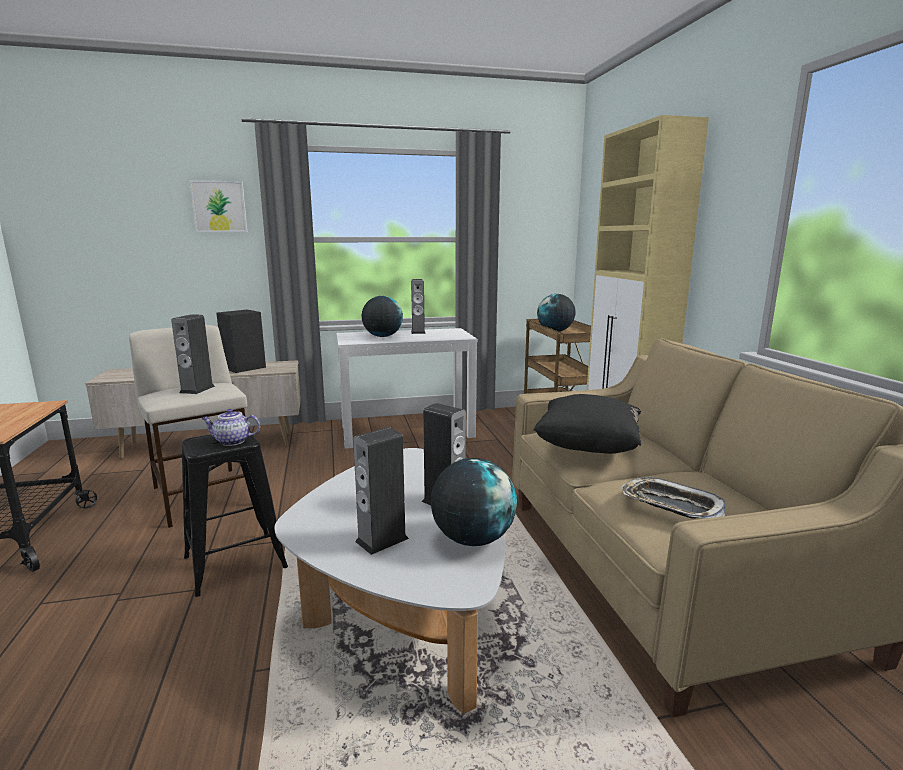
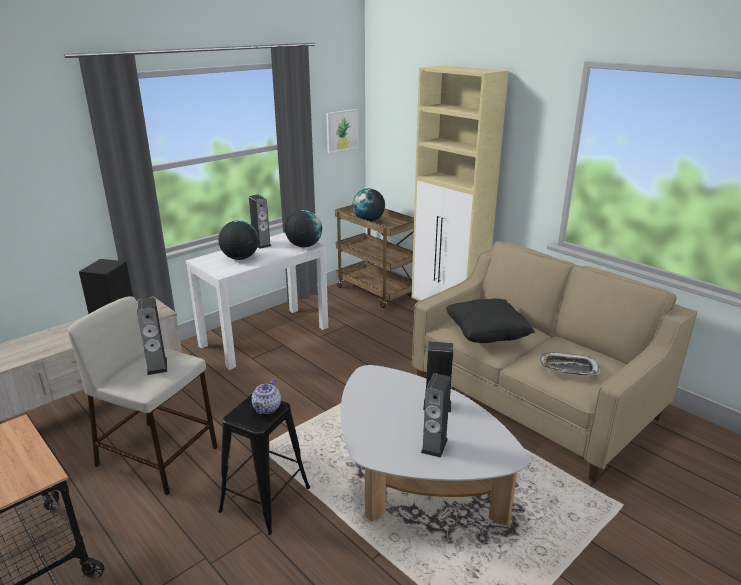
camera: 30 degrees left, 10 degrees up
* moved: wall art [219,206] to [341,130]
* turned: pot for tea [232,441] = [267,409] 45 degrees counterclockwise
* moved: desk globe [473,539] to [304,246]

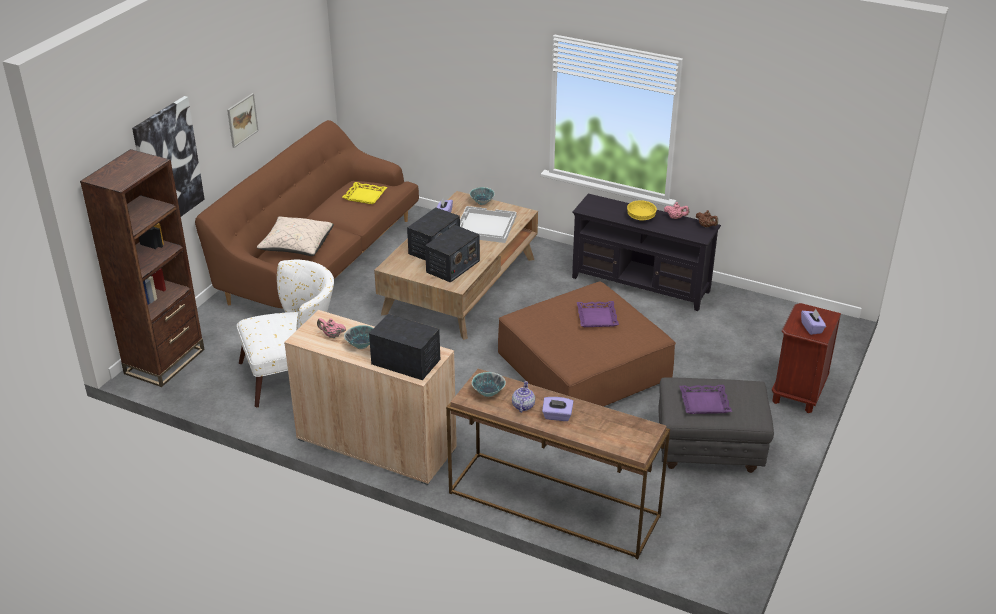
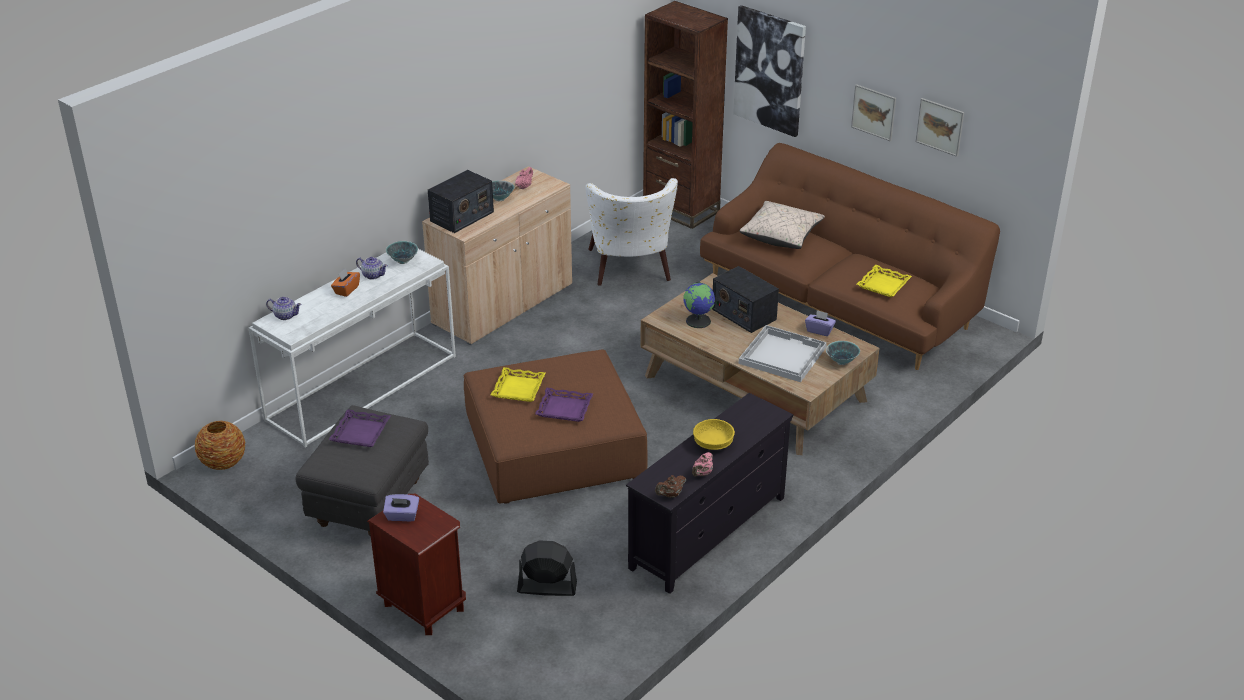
camera: 105 degrees right, 0 degrees up
* replaced: radio set [452,266] to desk globe [698,321]
* recoloured: brown hall table [552,505] to white-coloured hall table [362,387]
* recoloured: purplish tissue box [557,416] to orange tissue box [346,290]
* added: wall art [940,126]
* added: pot for tea [285,315]
* added: yellow tray [518,388]
* added: flower vase [223,462]
* added: black fan [546,587]

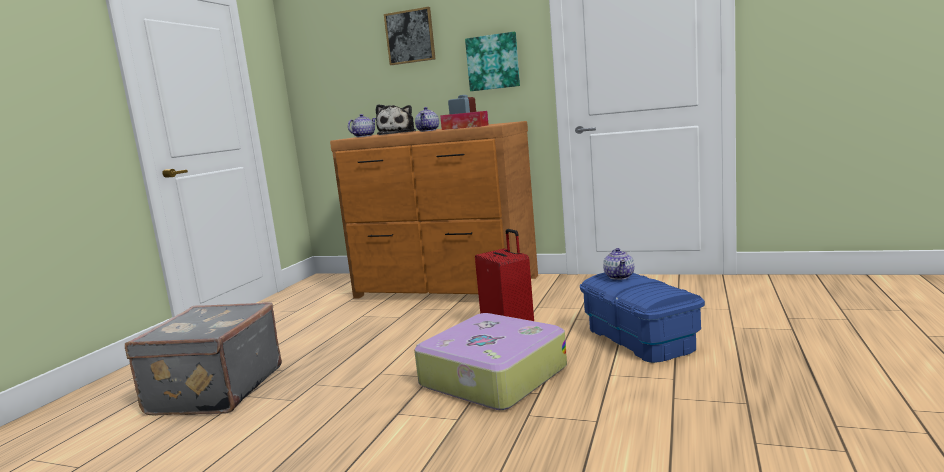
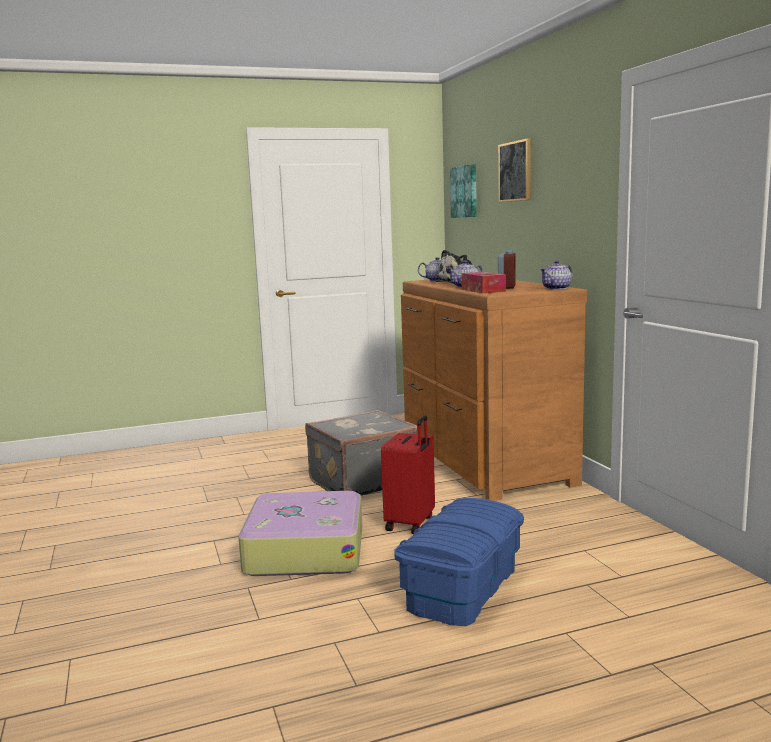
camera: 50 degrees right, 0 degrees up
* moved: wall art [493,62] to [465,191]
* moved: pot for tea [619,276] to [557,288]
* moved: greyish piece of luggage [214,390] to [361,481]

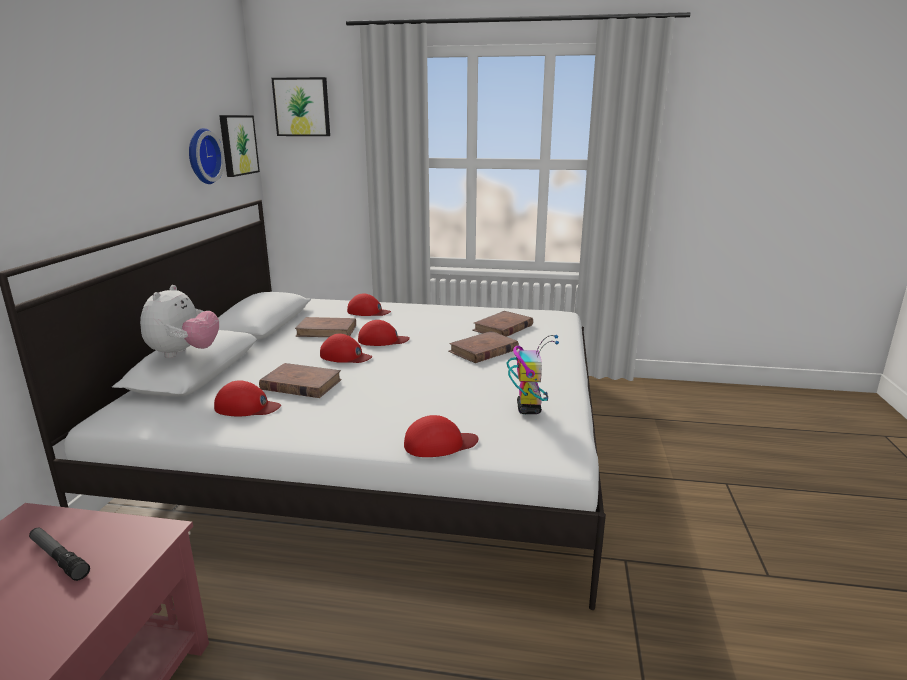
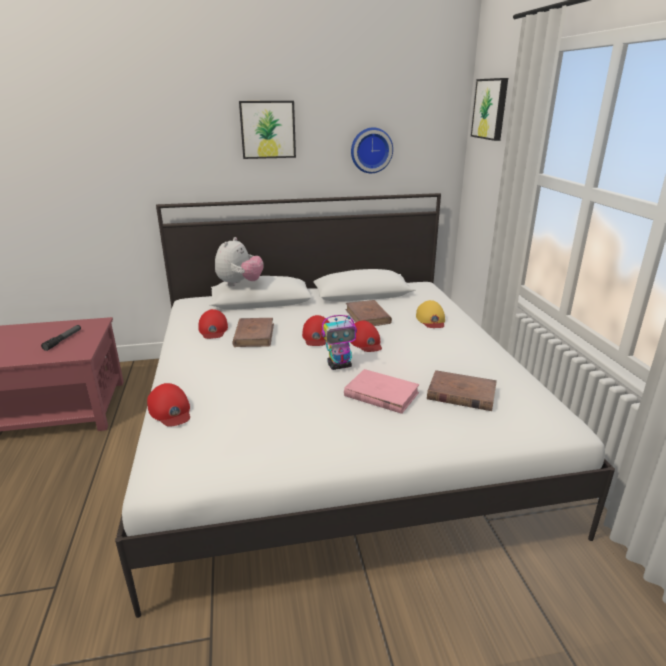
camera: 70 degrees right, 5 degrees up
* moved: wall art [237,145] to [267,129]
* turned: soft toy [184,354] = [240,284] 60 degrees counterclockwise
* recoloured: red cap [368,312] to yellow cap [431,319]
* recoloured: brown book [483,351] to pink-coloured book [381,394]
* moved: robot figure [528,408] to [339,365]

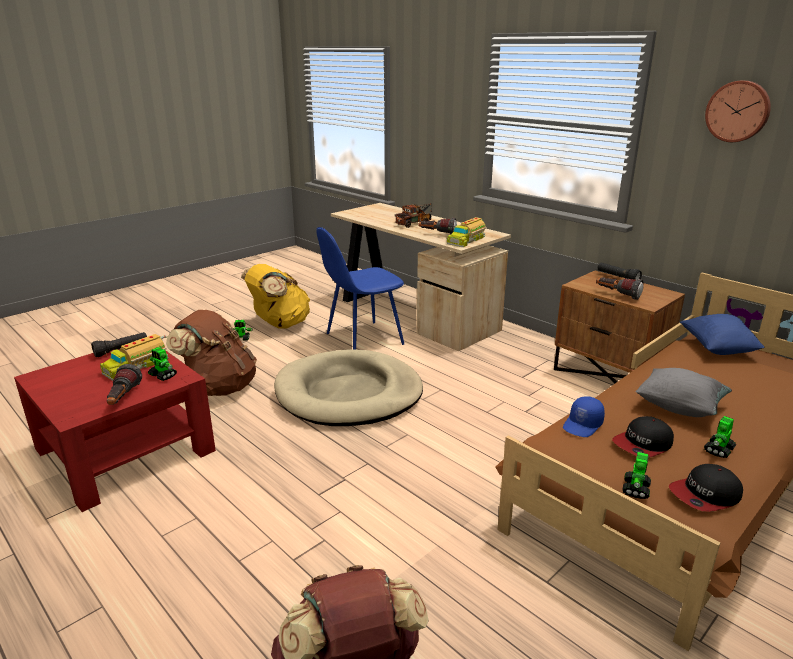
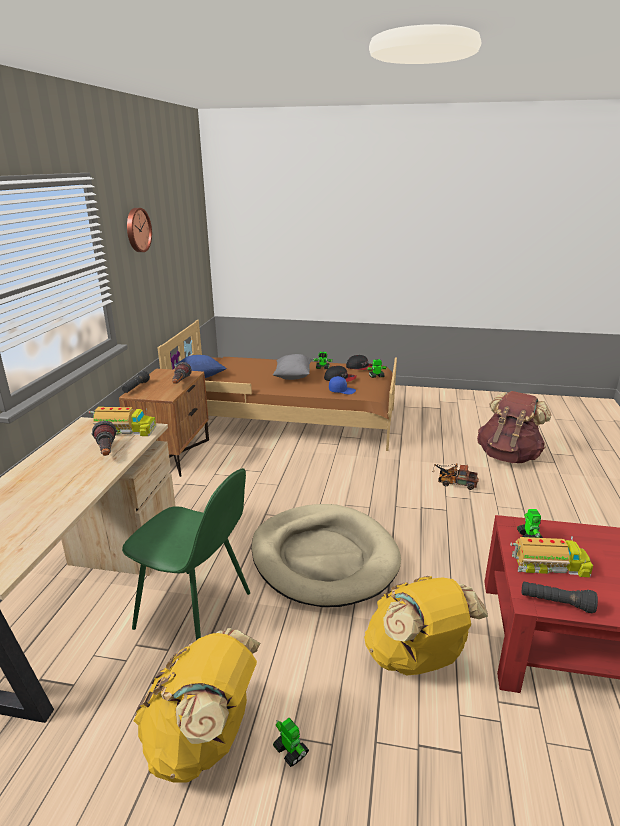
camera: 125 degrees left, 0 degrees up
* moved: toy truck [415,223] to [454,483]
* recoloured: blue chair [362,339] to green-coloured chair [196,611]
* recoloured: brown knapsack [219,387] to yellow knapsack [417,659]
* removed: torch [123,399]

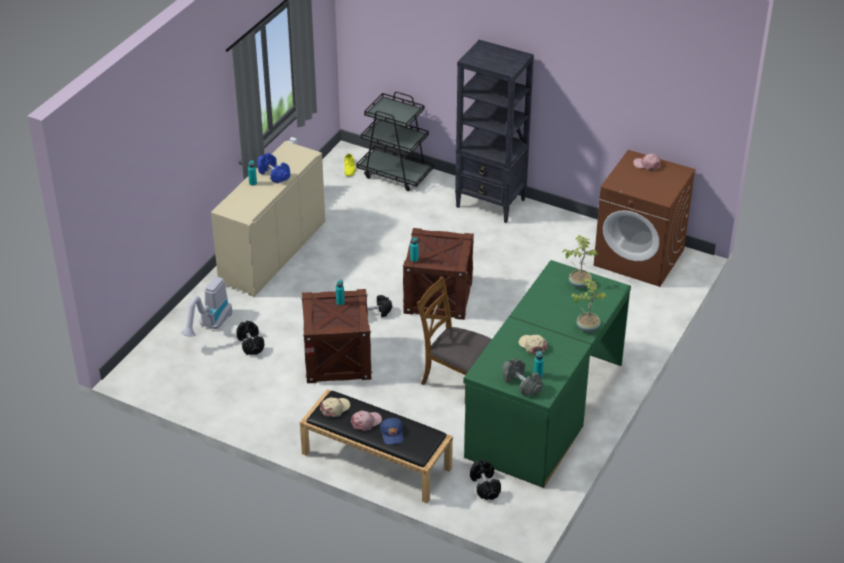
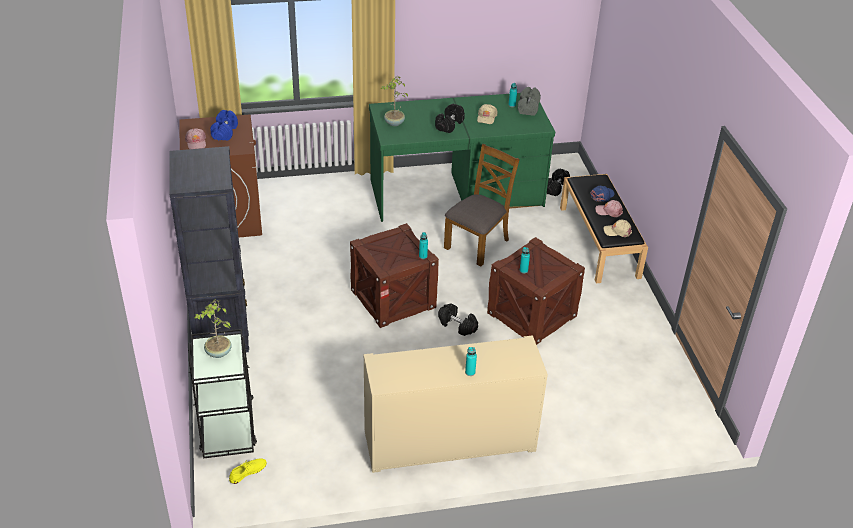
camera: 130 degrees left, 0 degrees up
* moved: blue dumbbell [273,174] to [225,132]
* removed: hoover [209,327]
* turned: brown chair [456,380] = [477,244] 135 degrees counterclockwise
* moved: houseplant [587,327] to [218,353]
* moved: black dumbbell [251,344] to [449,125]

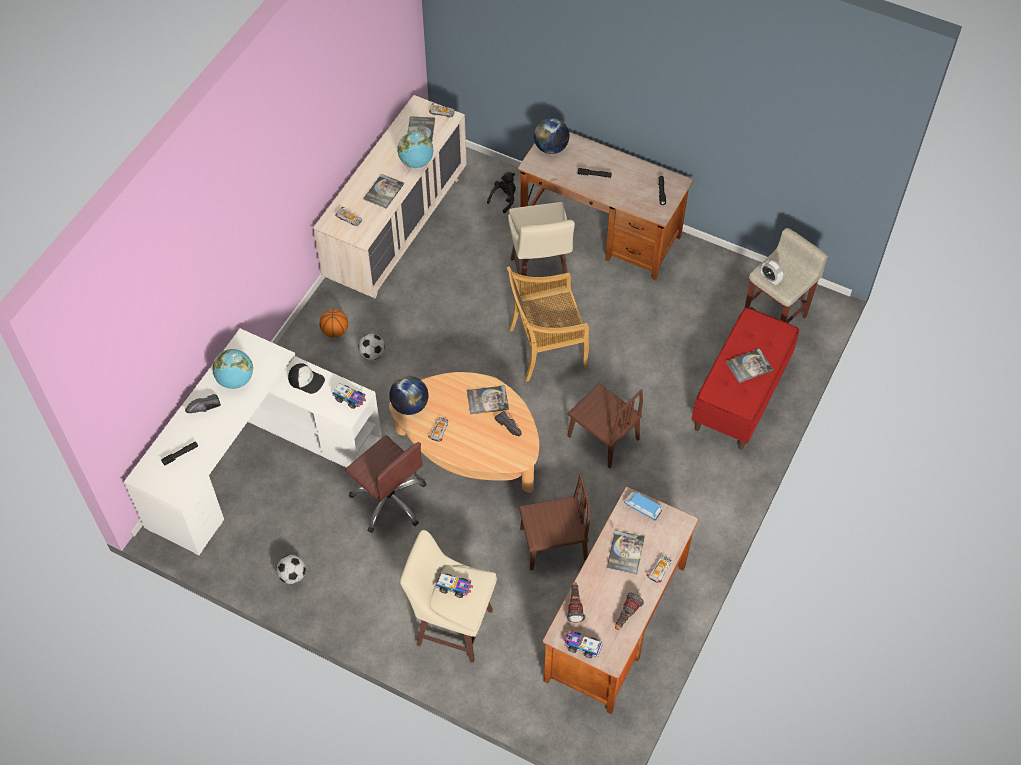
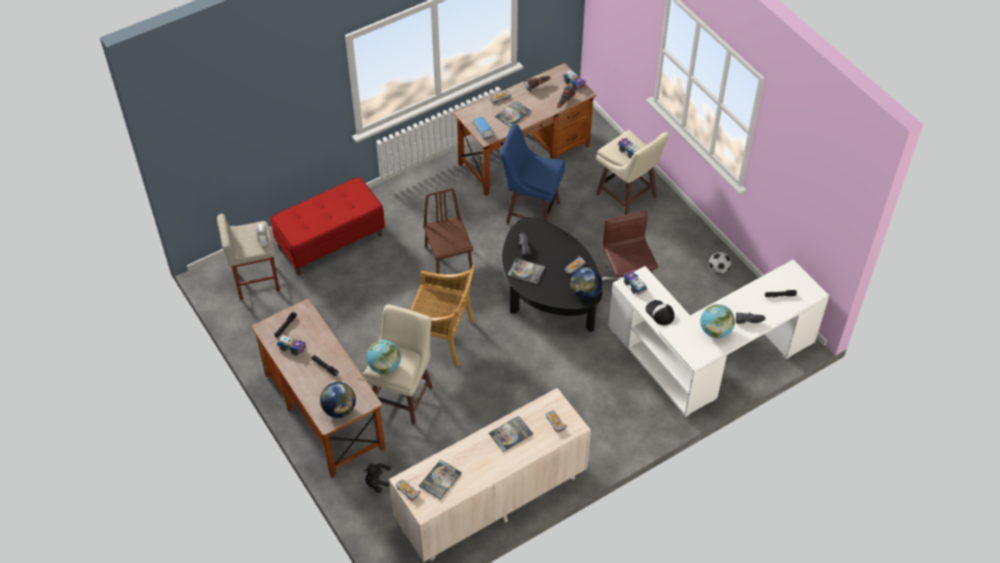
camera: 150 degrees left, 5 degrees down
* moved: desk globe [416,162] to [384,366]
* removed: basketball ball [335,331]
* removed: ball for football [373,354]
* removed: book [749,366]
* recoloured: beige-coloured low table [469,450] to black low table [548,293]
* replaced: brown chair [553,544] to blue sitting stool [531,212]
* added: toy truck [292,348]

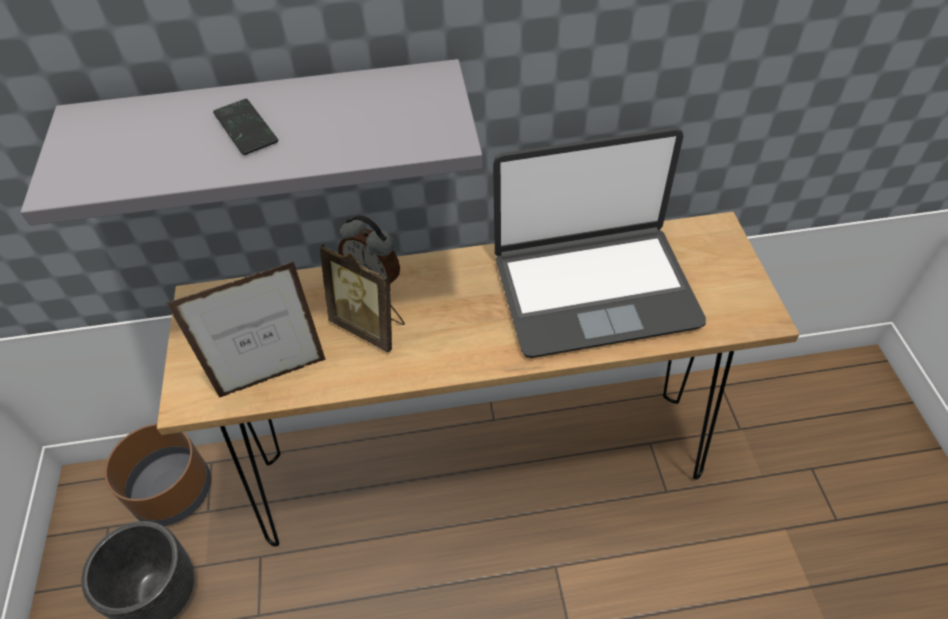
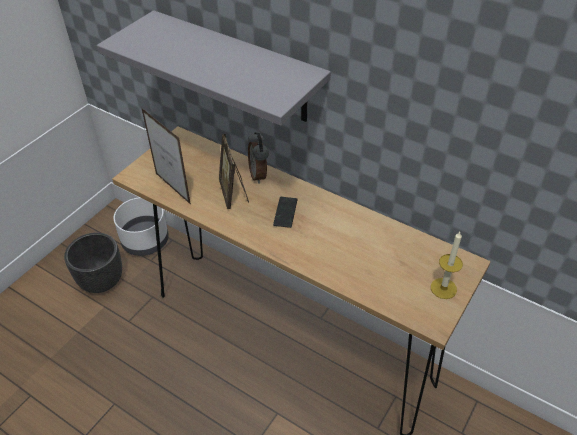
camera: 40 degrees right, 5 degrees down
* moved: telephone [245,128] to [285,212]
* removed: notebook computer [594,289]
* turned: standing frame [273,378] = [172,188] 150 degrees counterclockwise
* recoloured: brown flower pot [173,490] to white-coloured flower pot [146,240]
* added: candle [443,288]

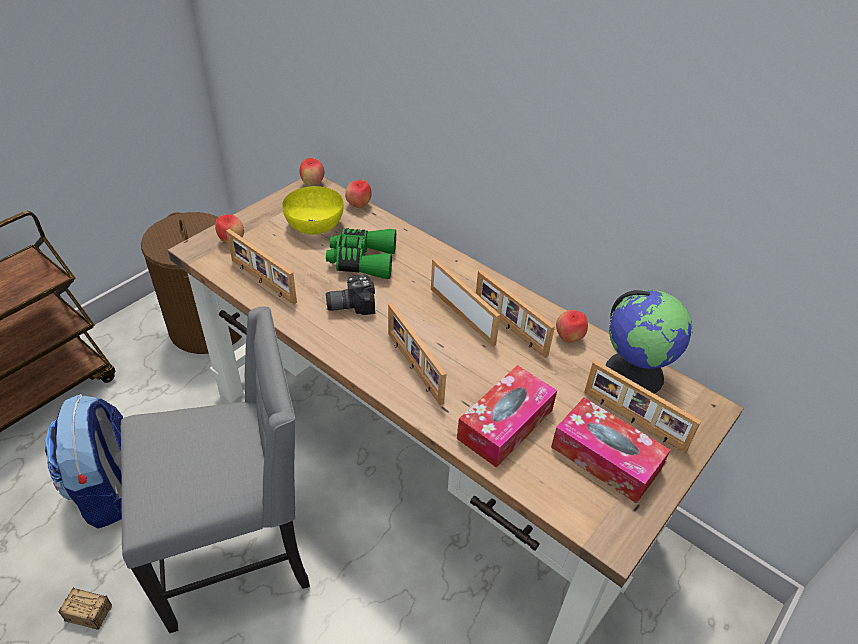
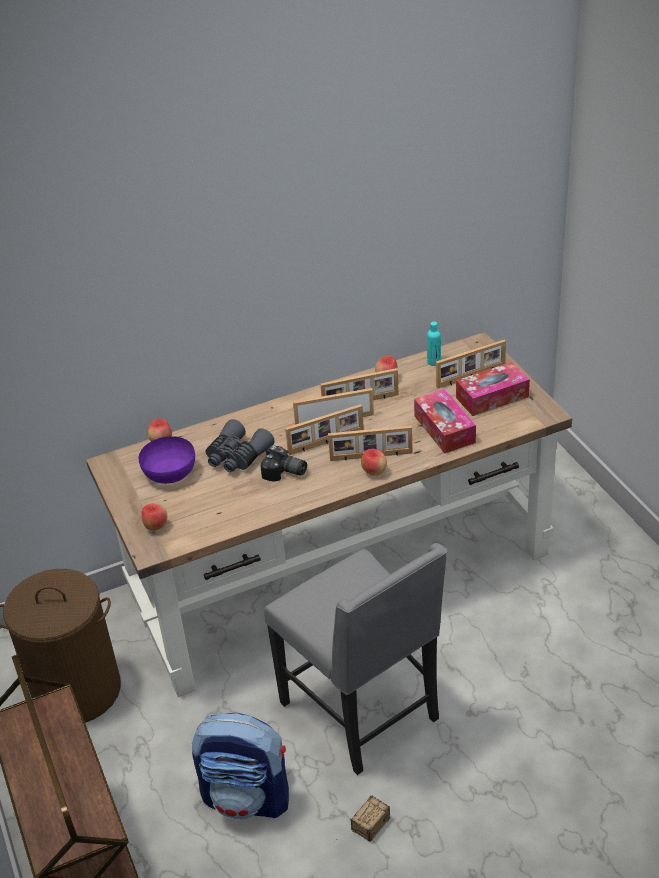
camera: 60 degrees left, 5 degrees down
* moved: apple [313,183] to [374,472]
* recoloured: yellow serving bowl [315,225] to purplish serving bowl [170,473]
* recoloured: green-coloured pair of binoculars [362,260] to greyish pair of binoculars [237,456]
* moved: standing frame [262,281] to [326,443]
* turned: still camera [350,304] = [284,473] 75 degrees counterclockwise
* replaced: desk globe [634,373] to turquoise bottle [434,362]
* turned: greyish chair [238,551] = [363,712] 135 degrees clockwise

